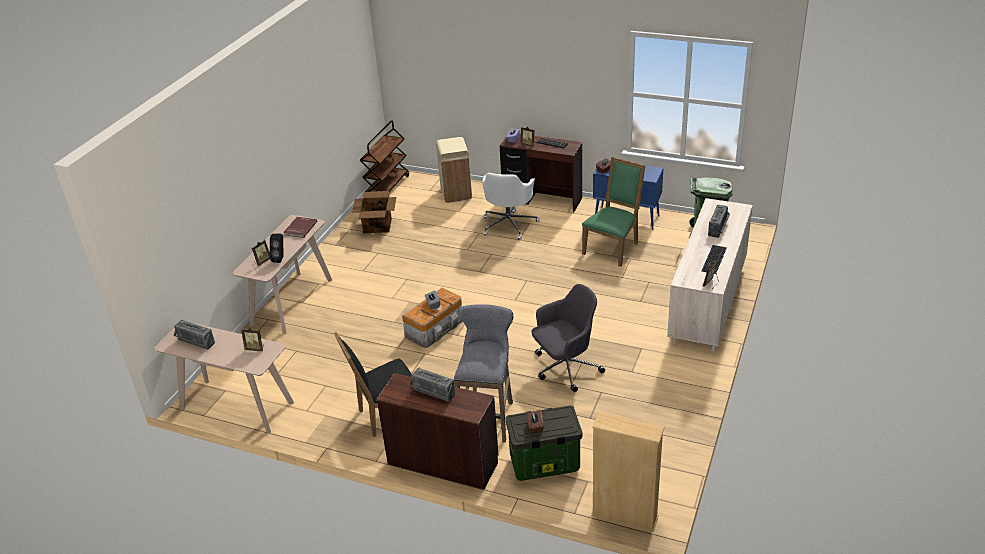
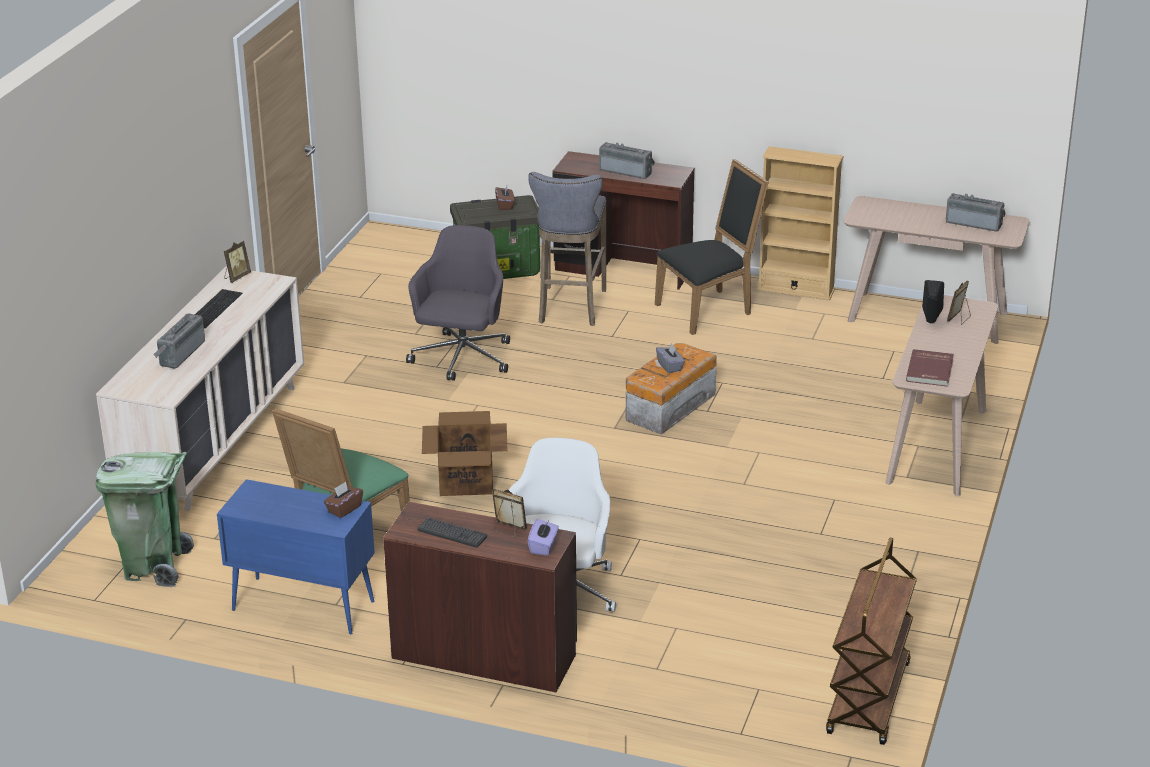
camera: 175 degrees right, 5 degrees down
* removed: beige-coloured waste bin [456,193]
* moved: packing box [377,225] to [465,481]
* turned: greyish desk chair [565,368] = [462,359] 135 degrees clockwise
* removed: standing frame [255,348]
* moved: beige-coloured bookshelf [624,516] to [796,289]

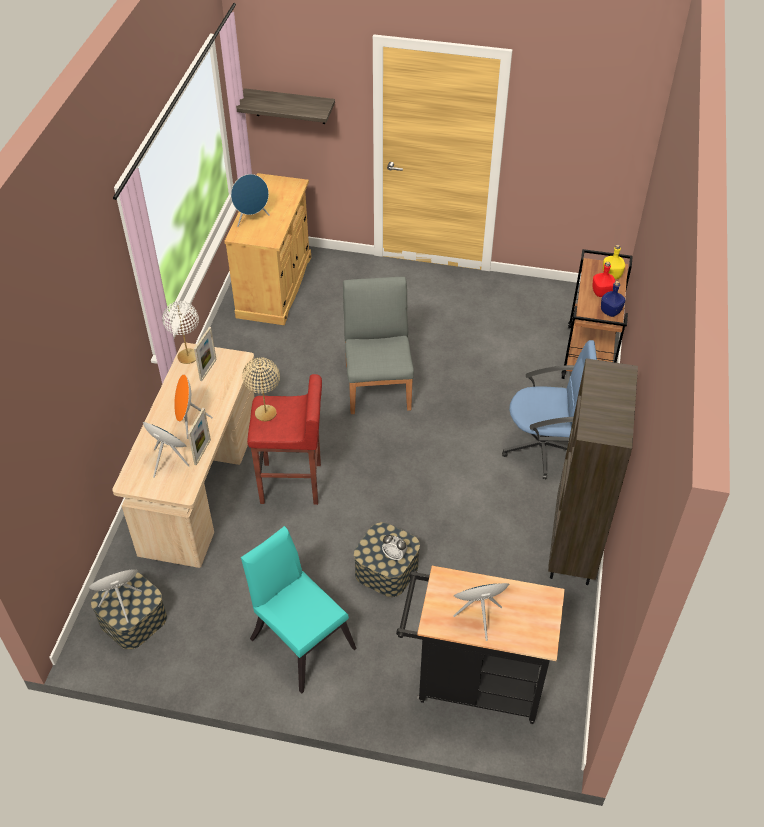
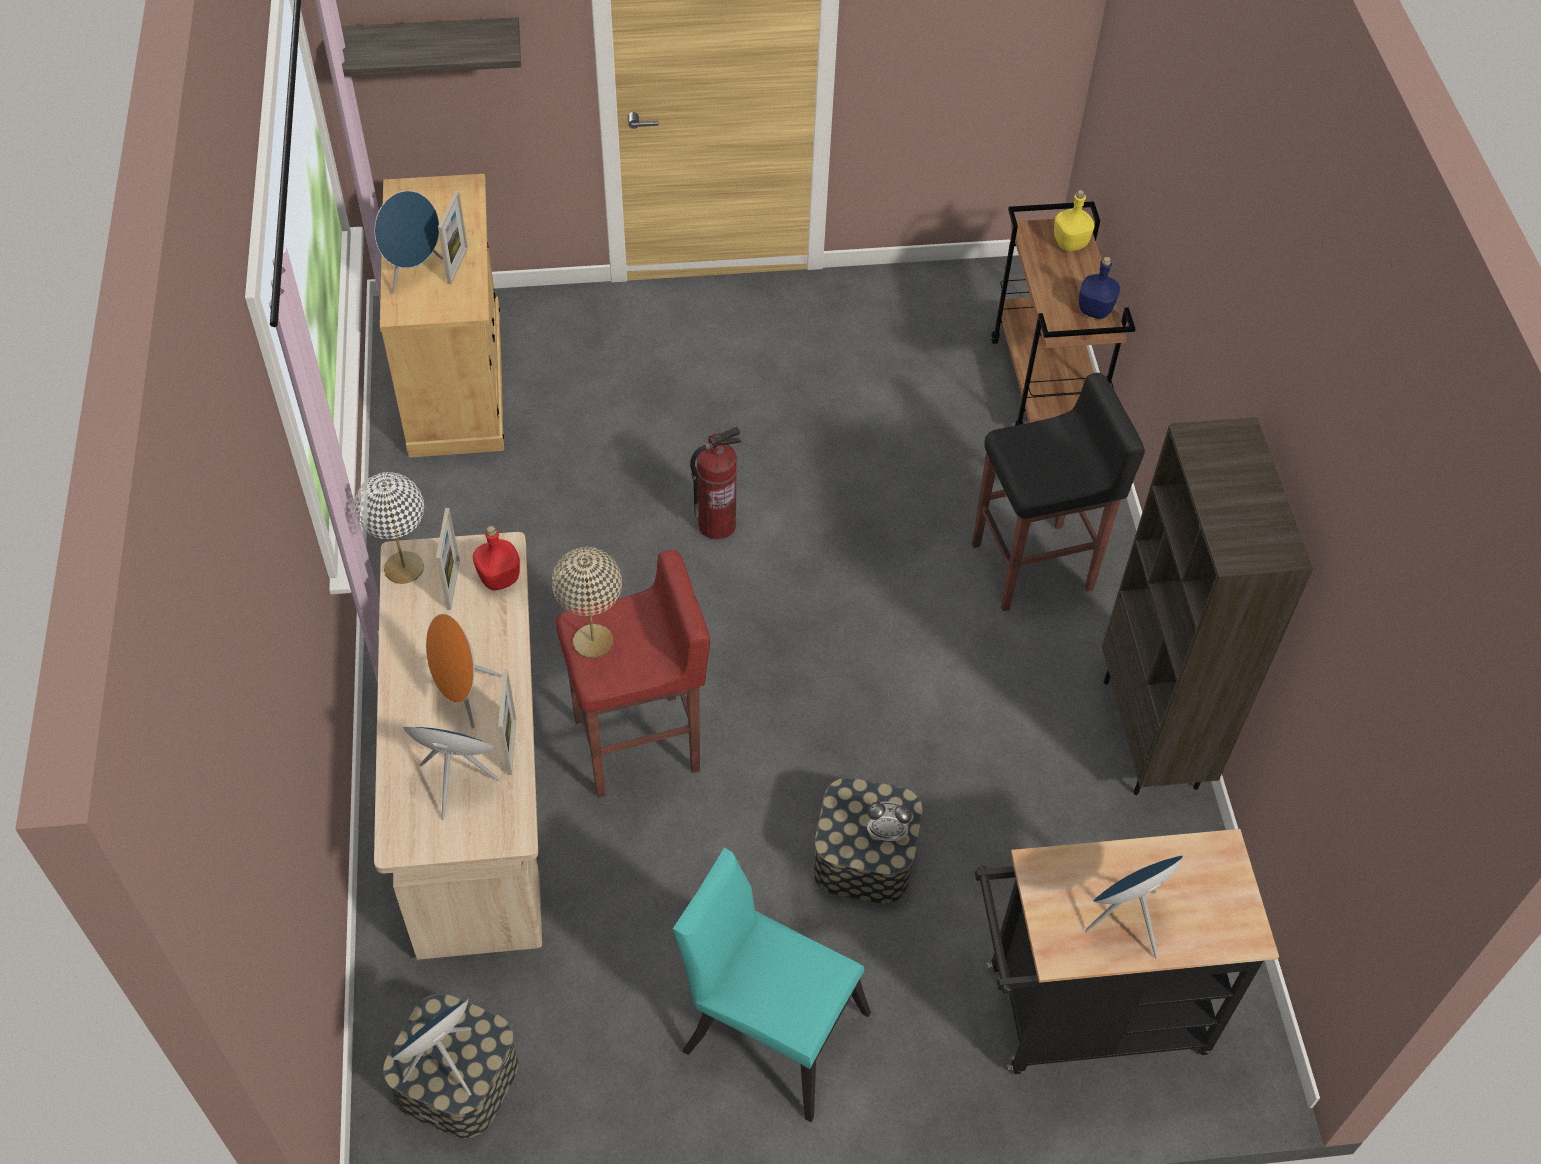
camera: 20 degrees left, 5 degrees up
* moved: red bottle [602,292] to [500,577]
* replaced: greyish chair [378,386] to extinguisher [716,525]
* replaced: blue desk chair [543,447] to black sitting stool [1034,567]
* added: standing frame [457,265]

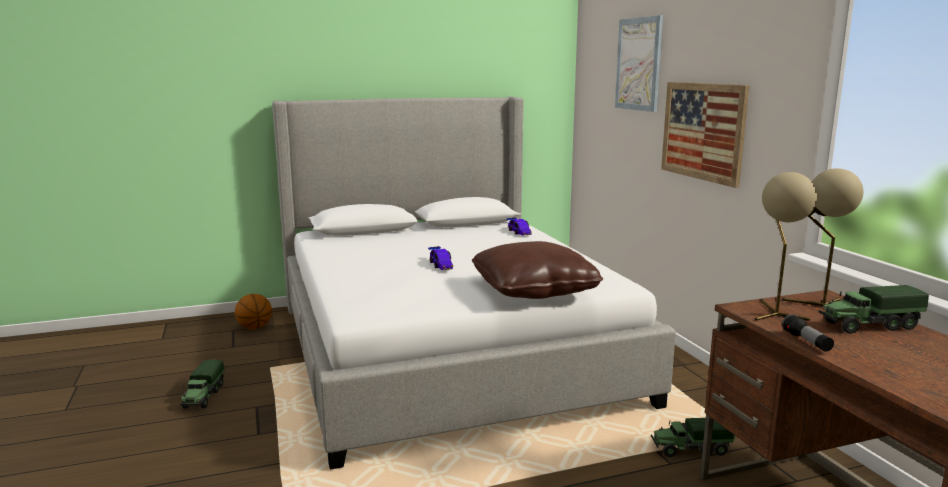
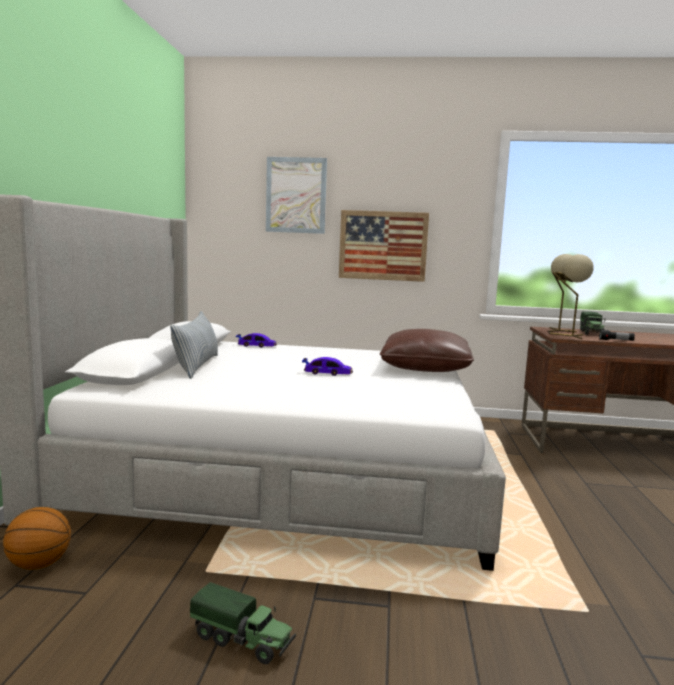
camera: 65 degrees left, 5 degrees down
* removed: toy truck [690,449]
* added: cushion [197,366]

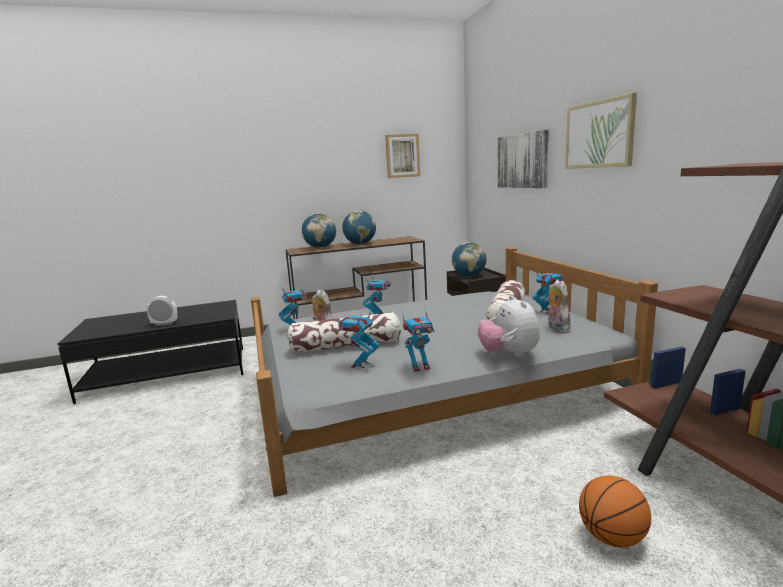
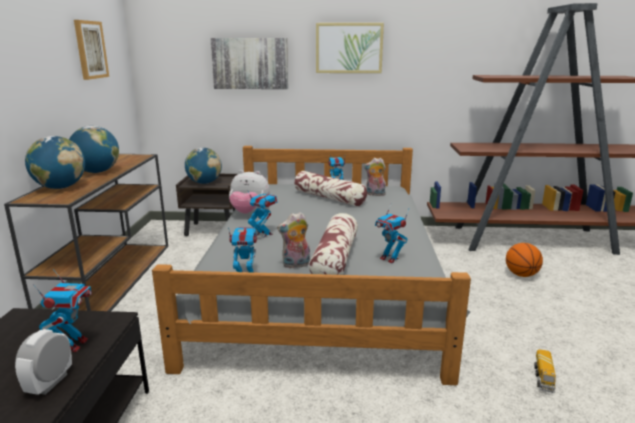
camera: 70 degrees left, 5 degrees up
* moved: soft toy [509,354] to [249,213]
* moved: robot figure [420,367] to [73,344]
* added: toy truck [543,379]

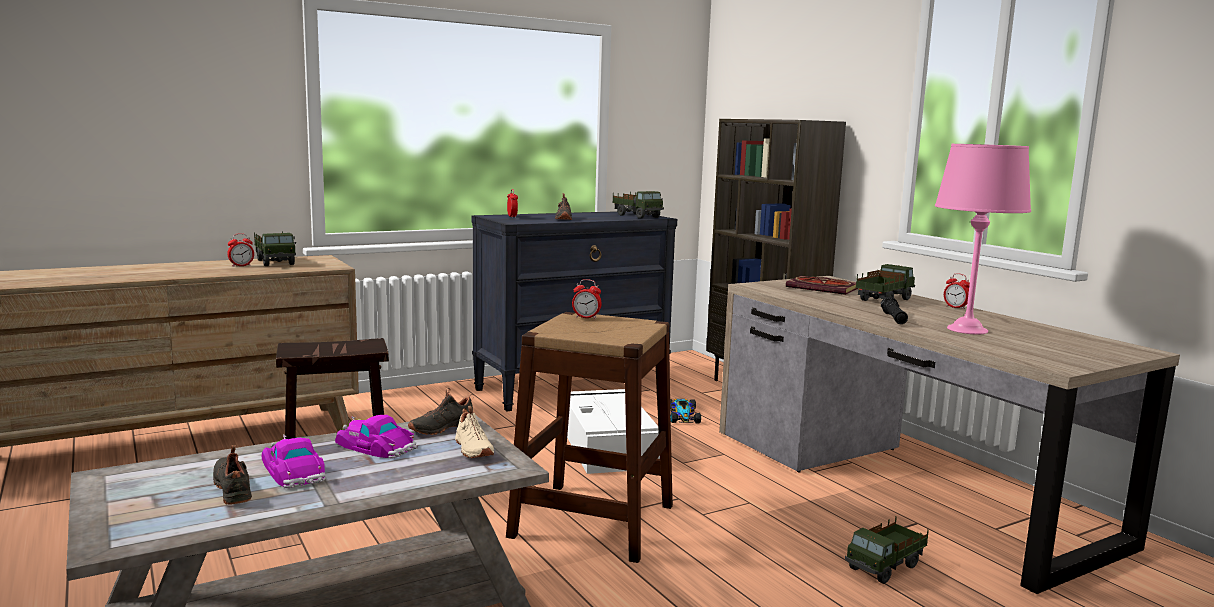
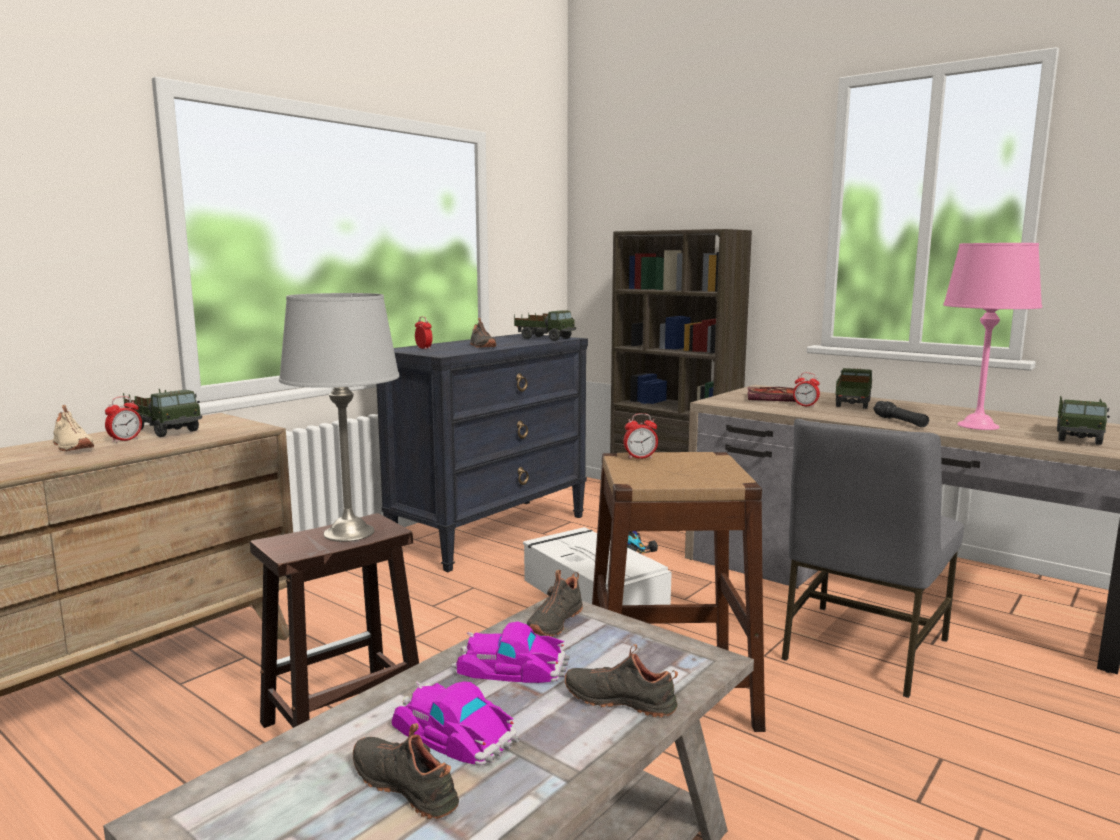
camera: 20 degrees left, 0 degrees up
* moved: bedside clock [955,307] to [805,406]
* moved: beige-coloured item of footwear [472,449] to [71,447]
* moved: toy truck [885,567] to [1079,437]
* added: greyish tabletop lamp [348,533]
* added: greyish chair [861,649]
* added: black item of footwear [620,700]

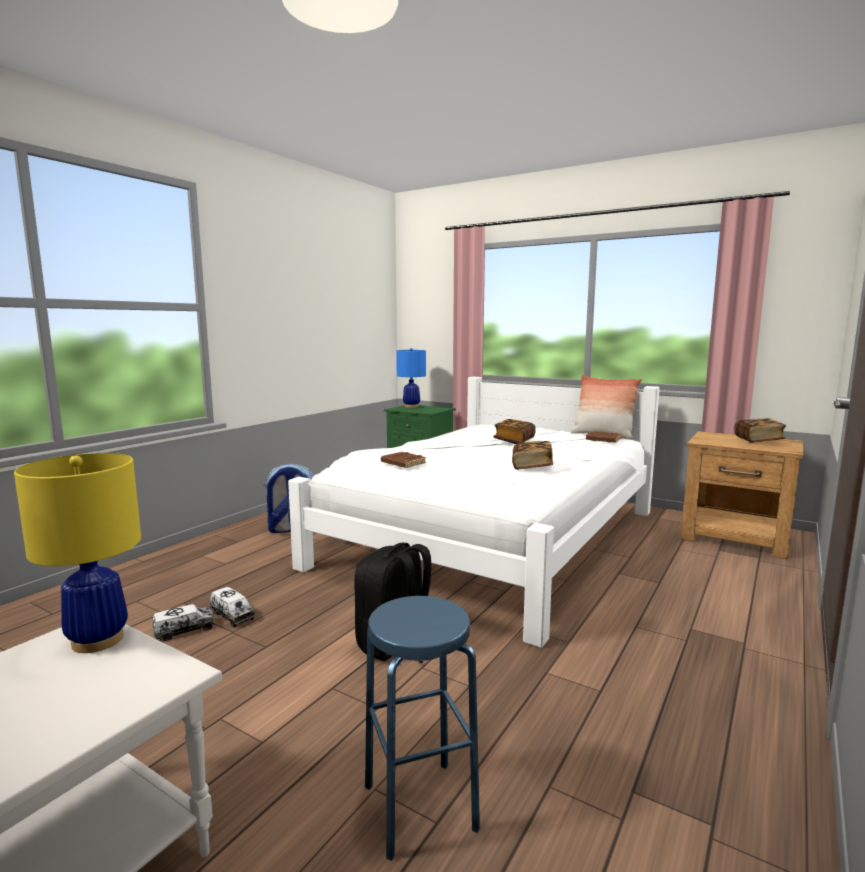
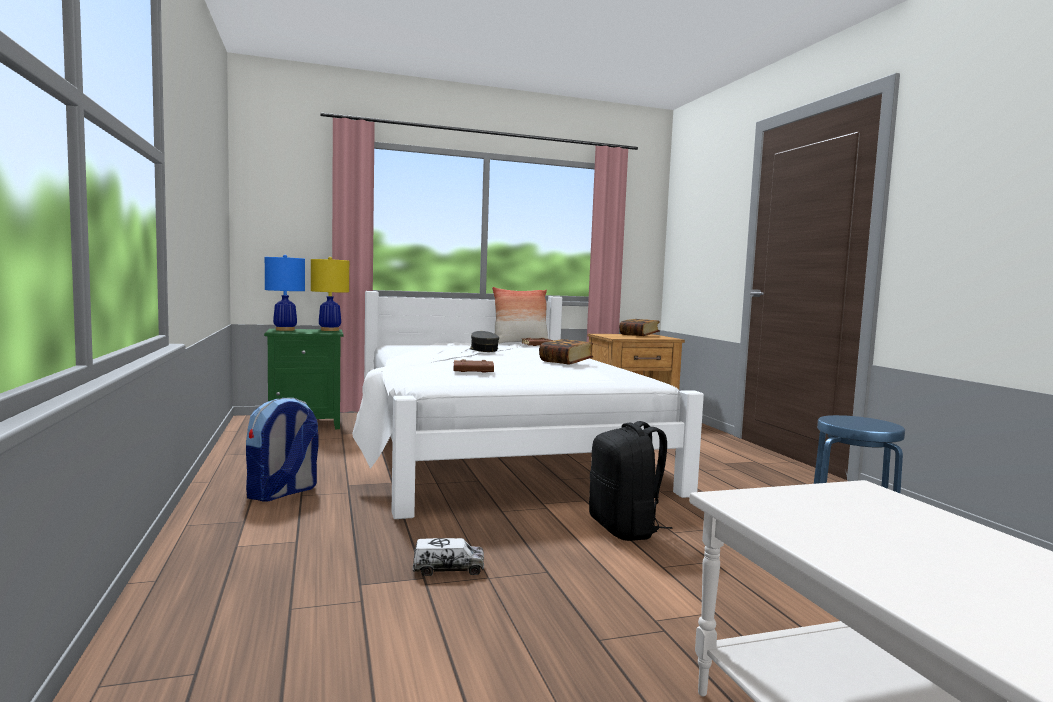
camera: 50 degrees left, 5 degrees down
* replaced: book [514,440] to greyish cap [483,350]
* moved: yellow tabletop lamp [98,640] to [329,330]
* removed: toy truck [184,630]

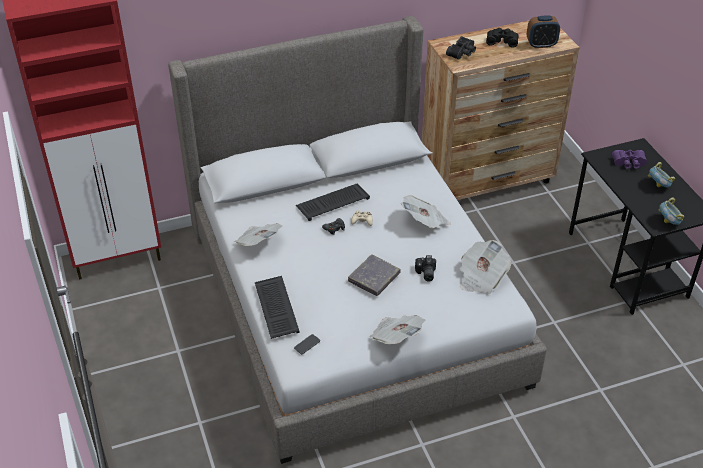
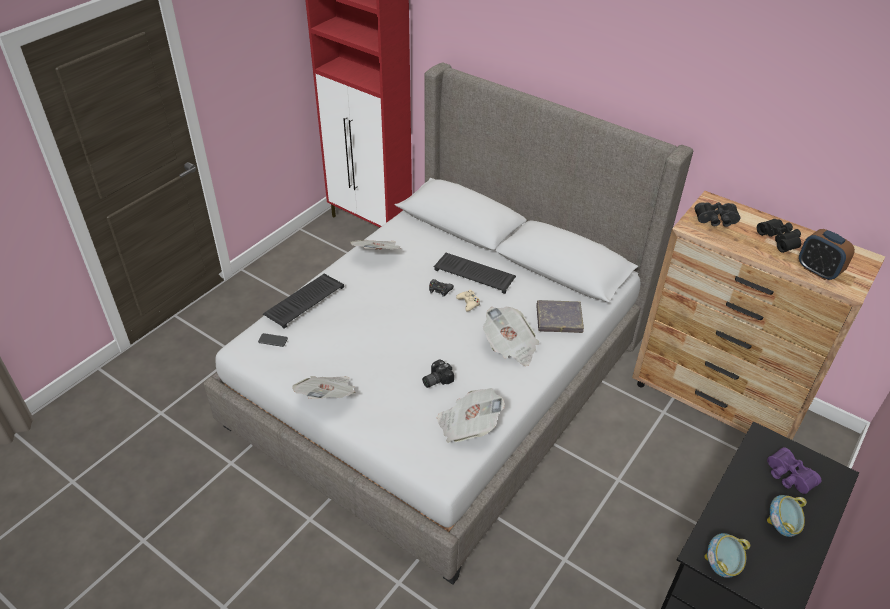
camera: 55 degrees right, 0 degrees up
* moved: greyish book [374,277] to [559,319]

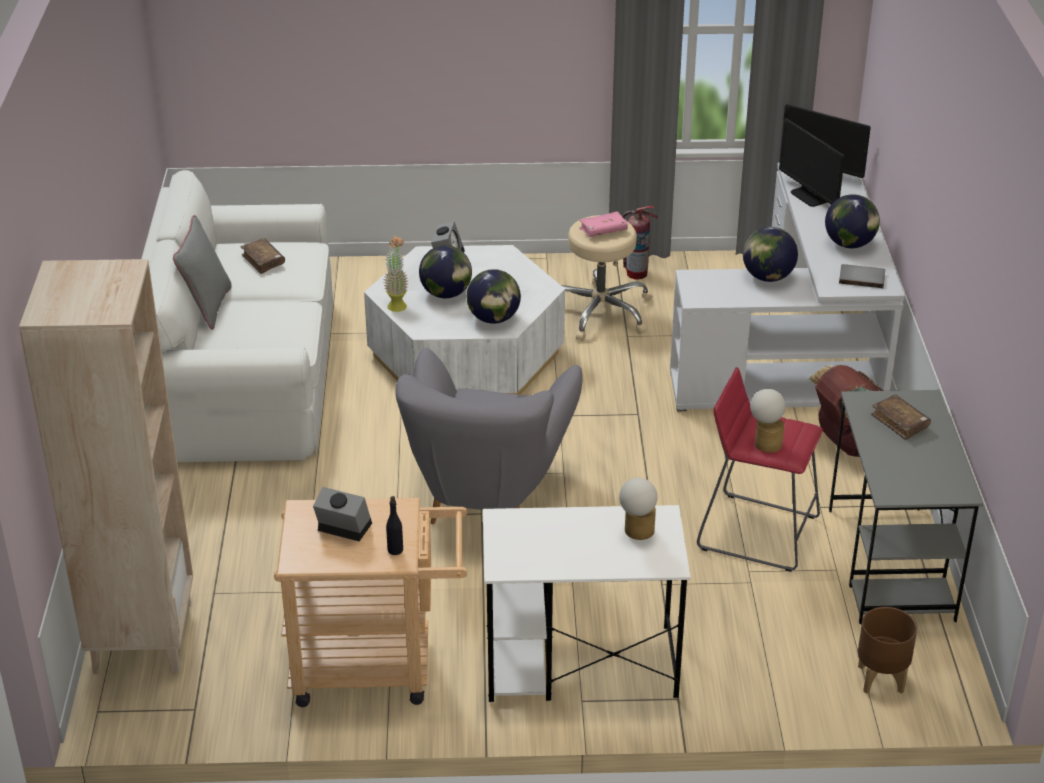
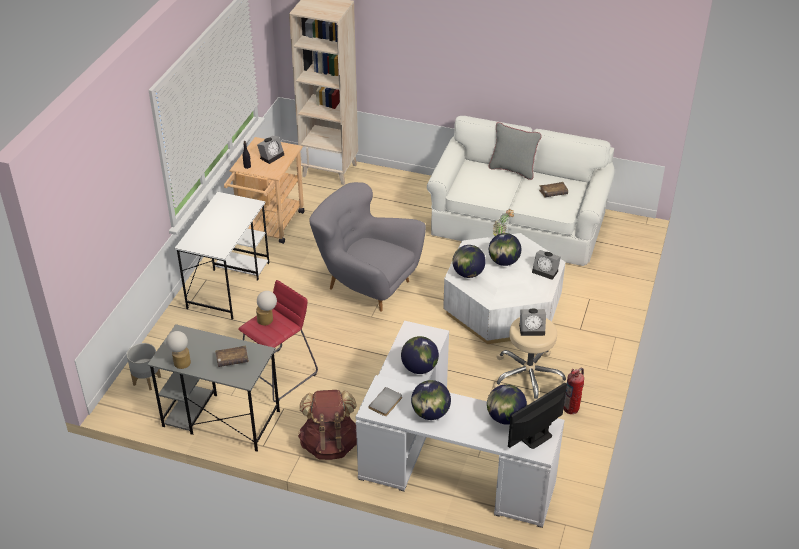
camera: 110 degrees right, 5 degrees up
* replaced: monitor [809,196] to desk globe [505,417]
* replaced: pink-coloured book [603,230] to bedside clock [532,329]
* moved: tabletop lamp [636,532] to [181,361]
* recoloured: brown flower pot [880,679] to greyish flower pot [147,380]

